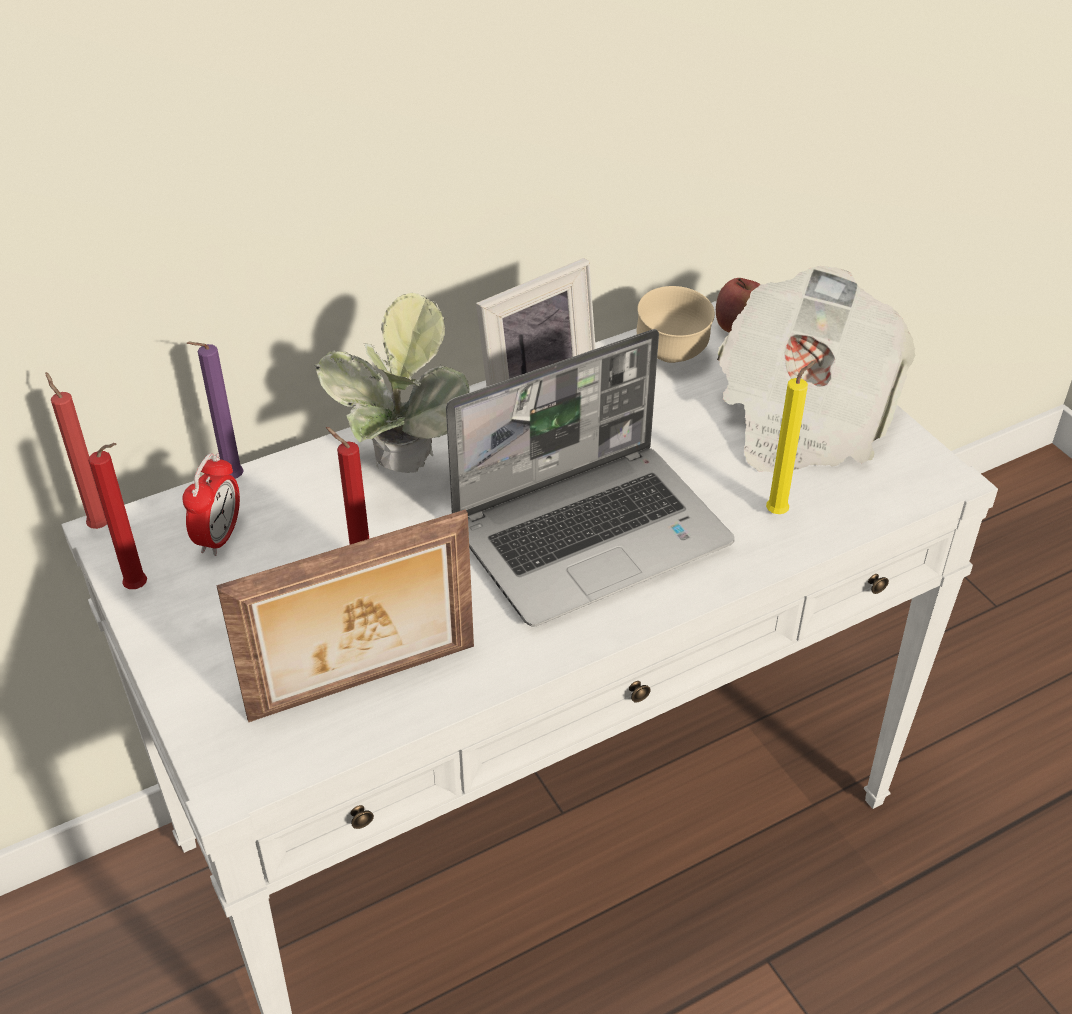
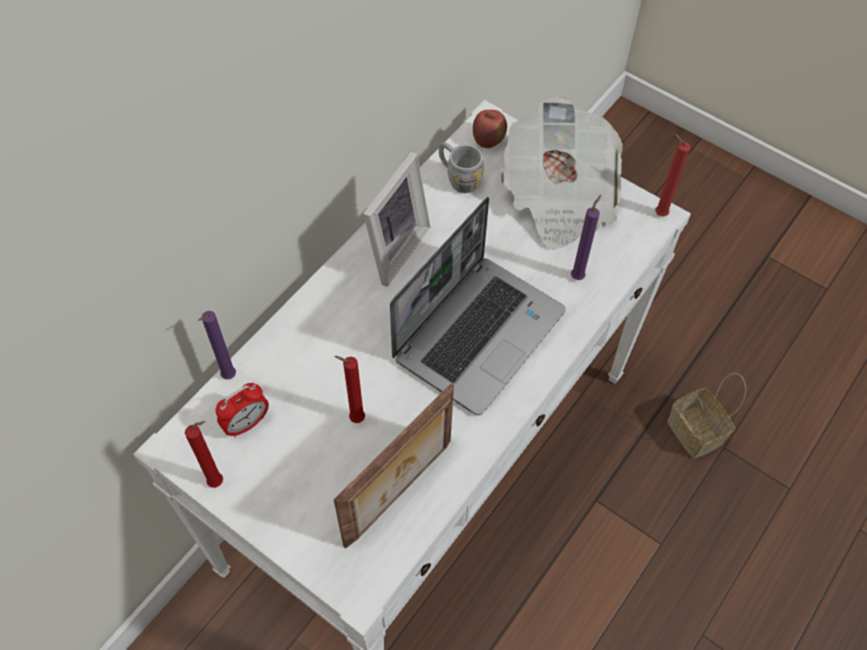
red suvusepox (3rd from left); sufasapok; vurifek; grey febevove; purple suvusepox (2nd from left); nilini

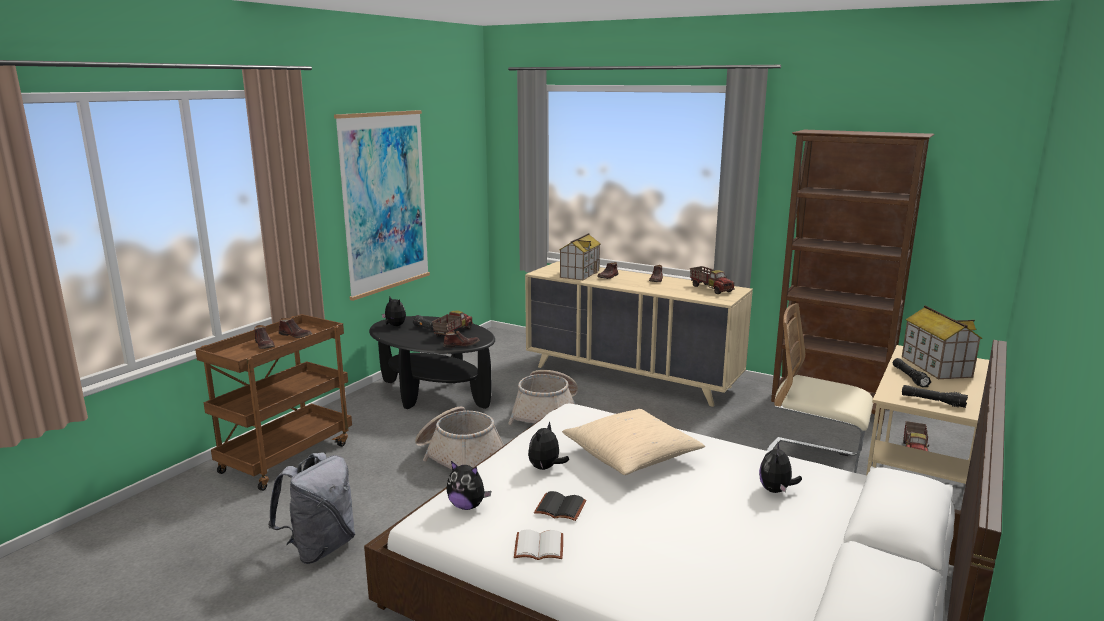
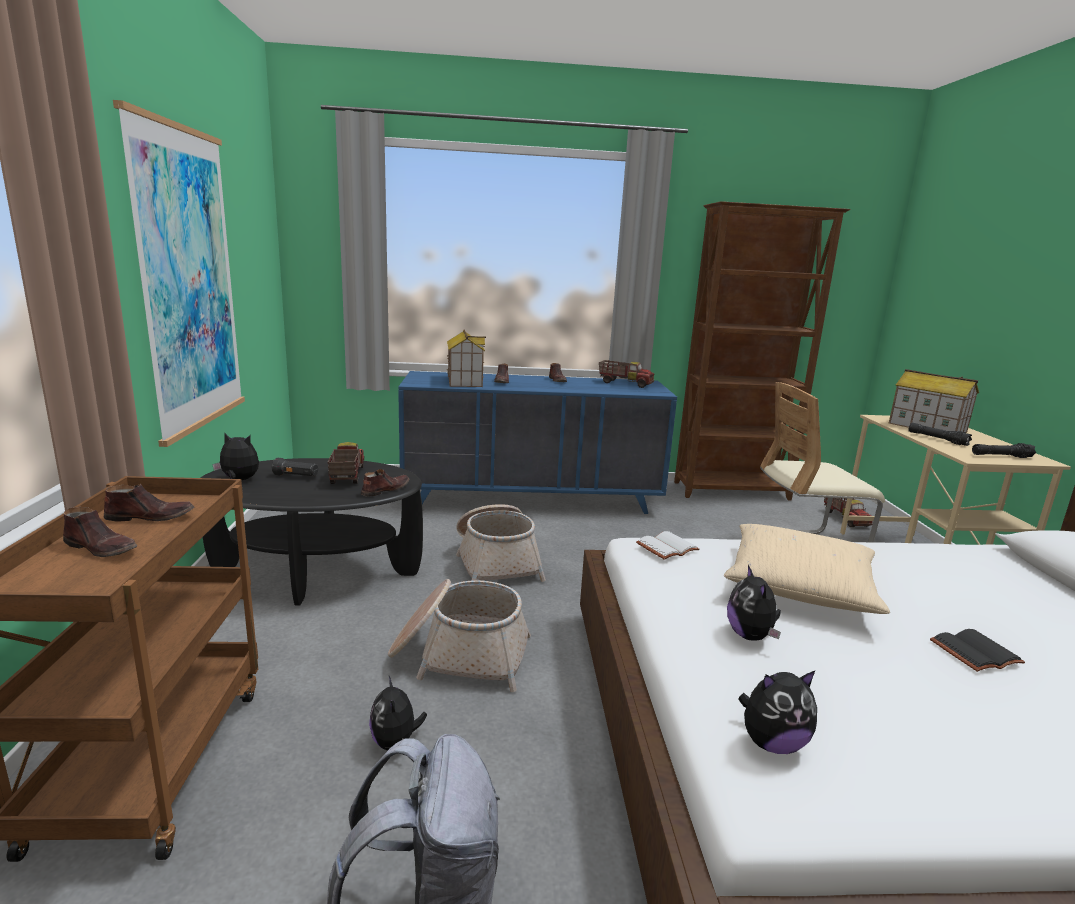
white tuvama; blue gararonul; black tuvama; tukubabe (2nd from left)

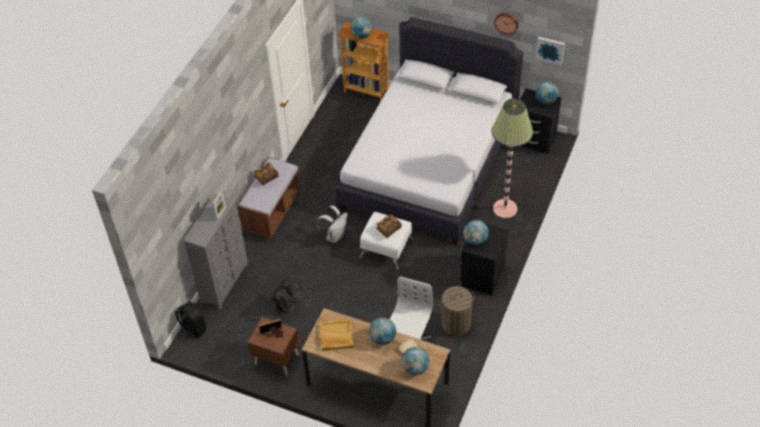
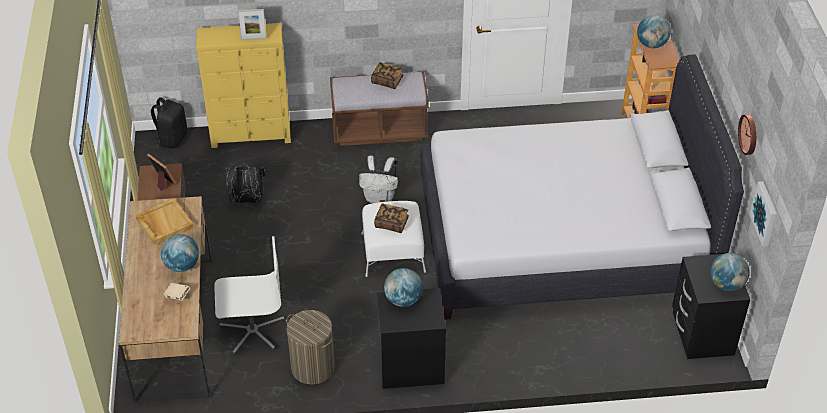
yellow gararonul; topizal (3rd from left in the first image); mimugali

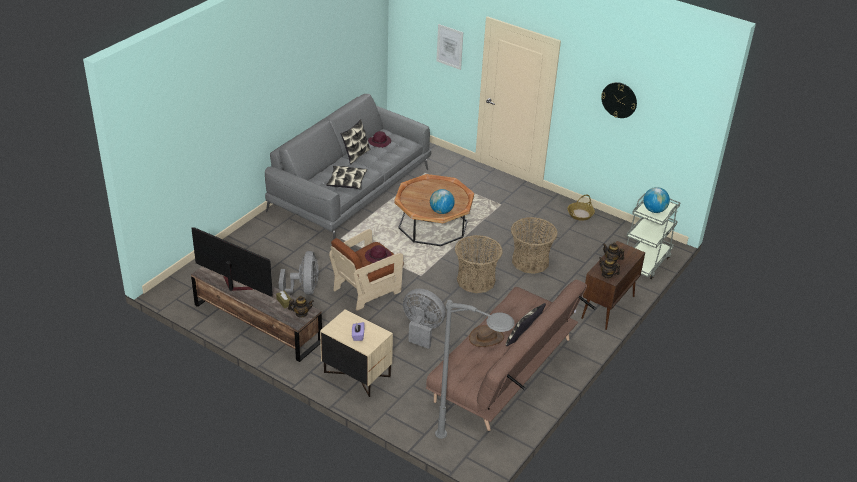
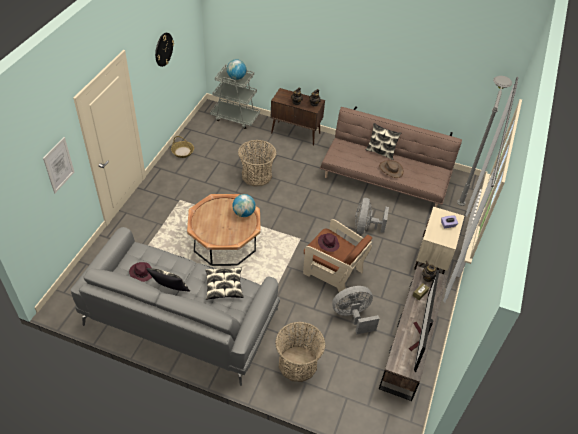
nilini (3rd from left)

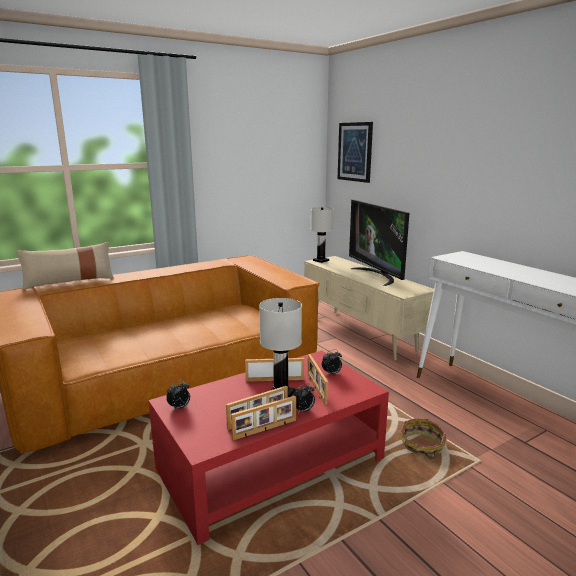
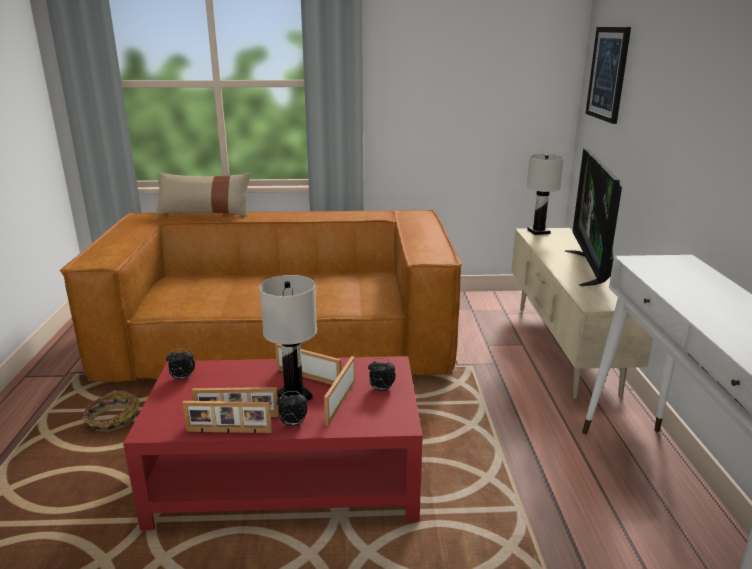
nilini

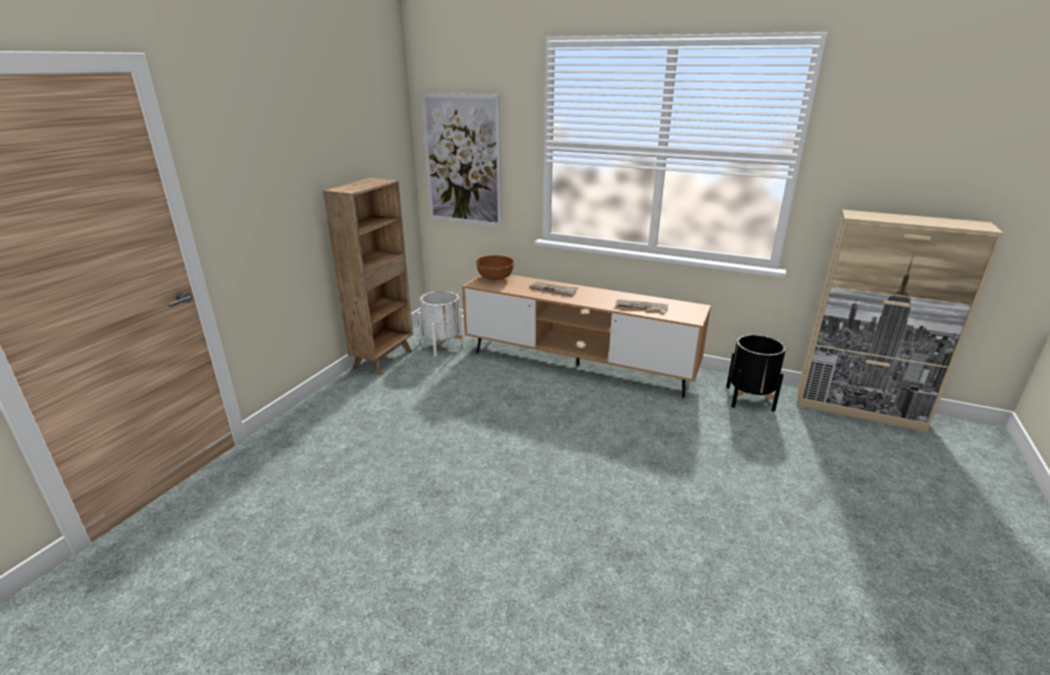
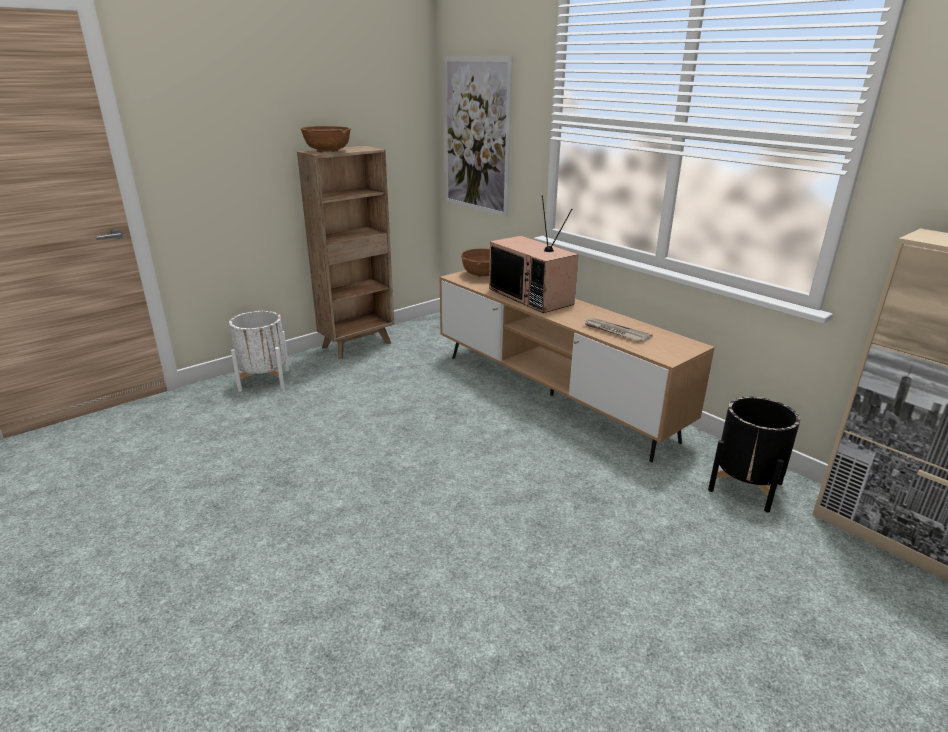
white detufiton; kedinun; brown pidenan (1st from left)

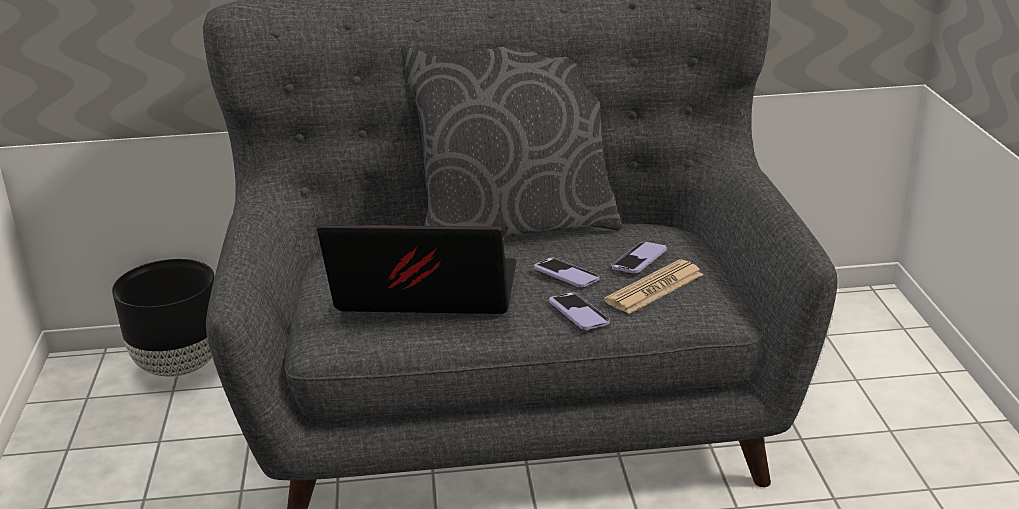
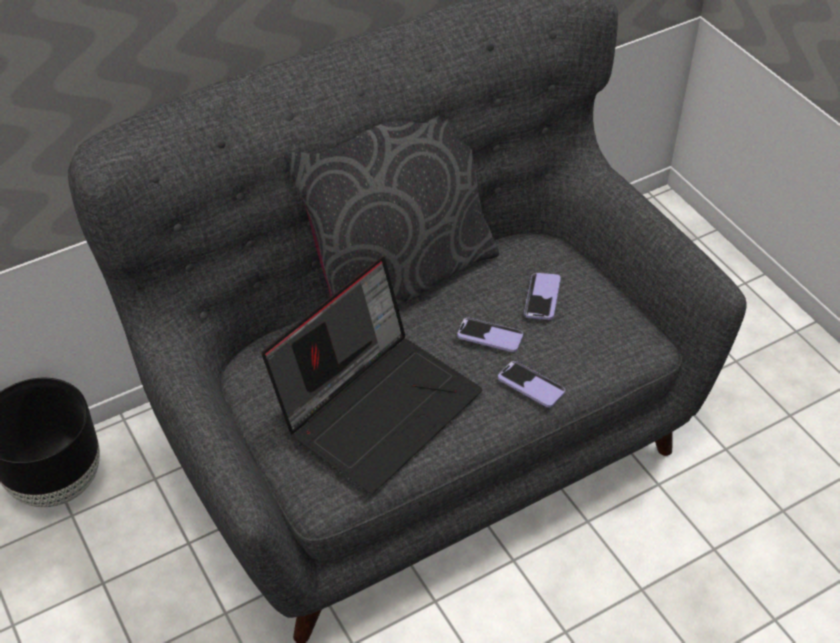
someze; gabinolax

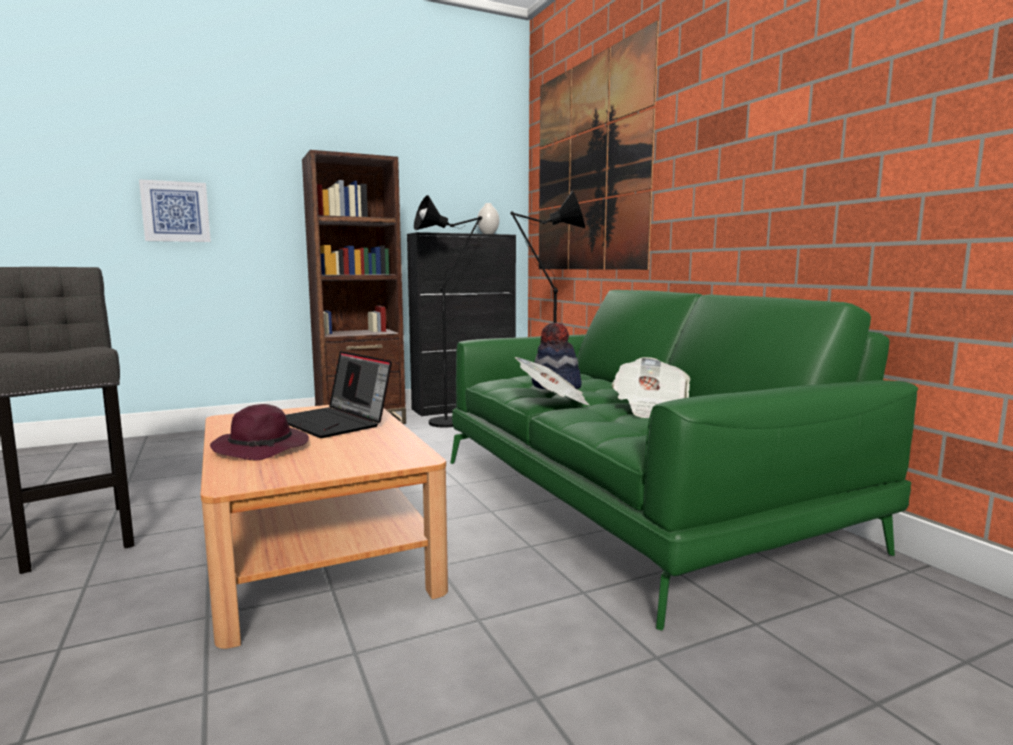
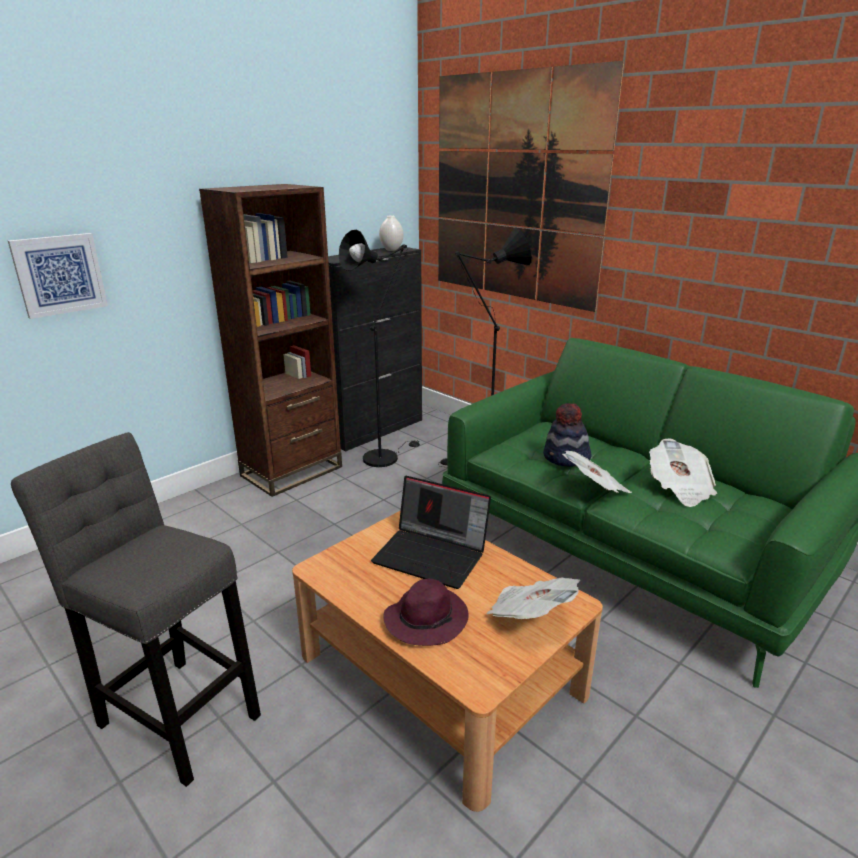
gabinolax (1st from left)

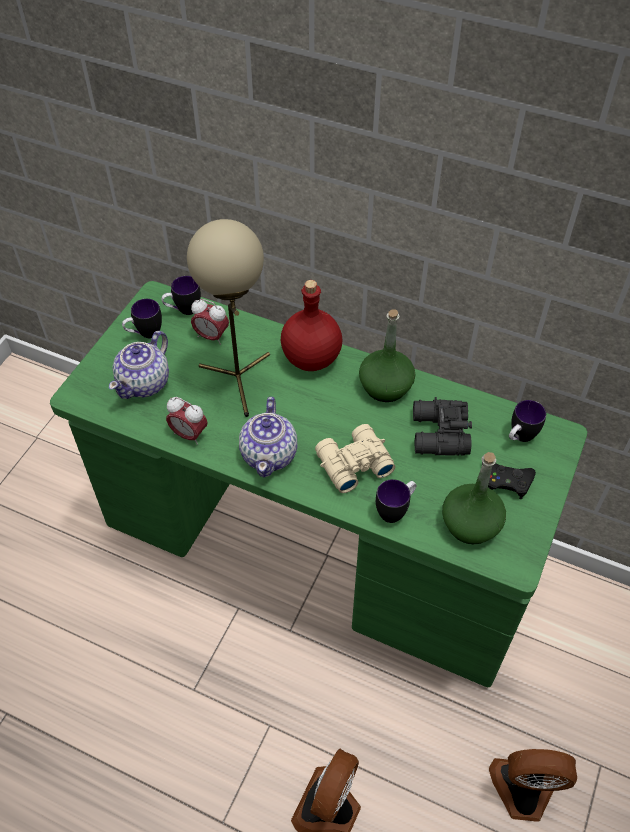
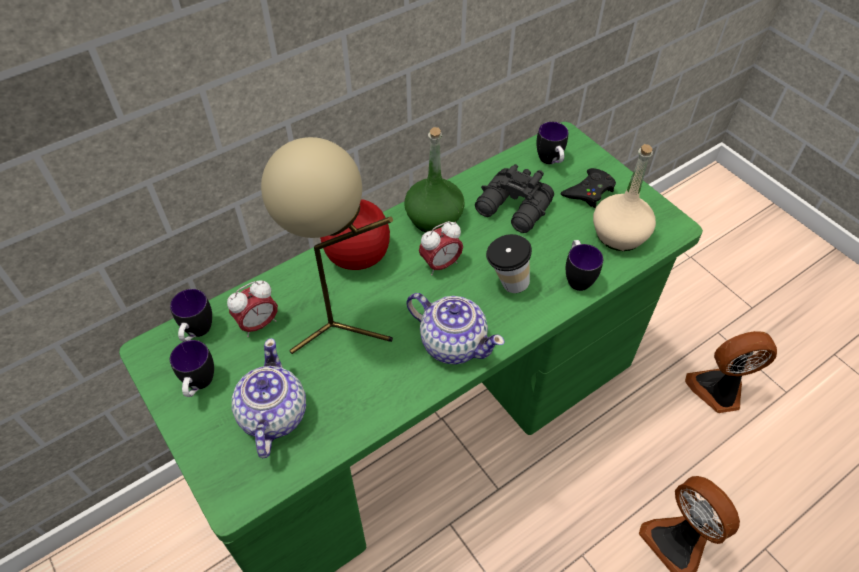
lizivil (1st from left); sufasapok (2nd from left); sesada; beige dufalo; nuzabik (2nd from left)

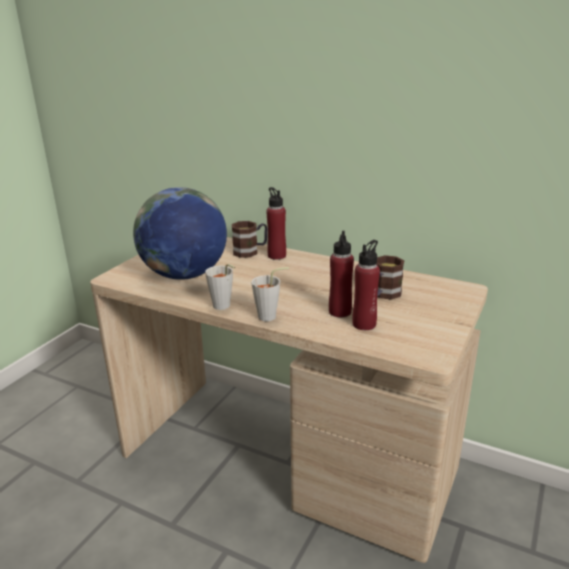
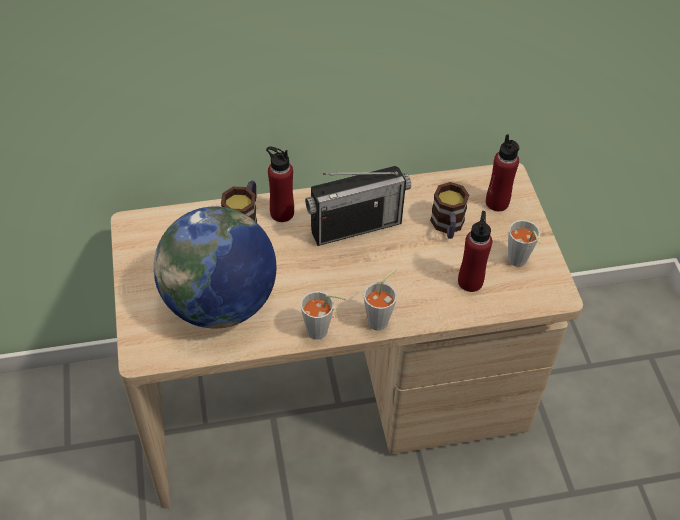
red dufalo (3rd from left); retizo; grey sesada (3rd from left)

